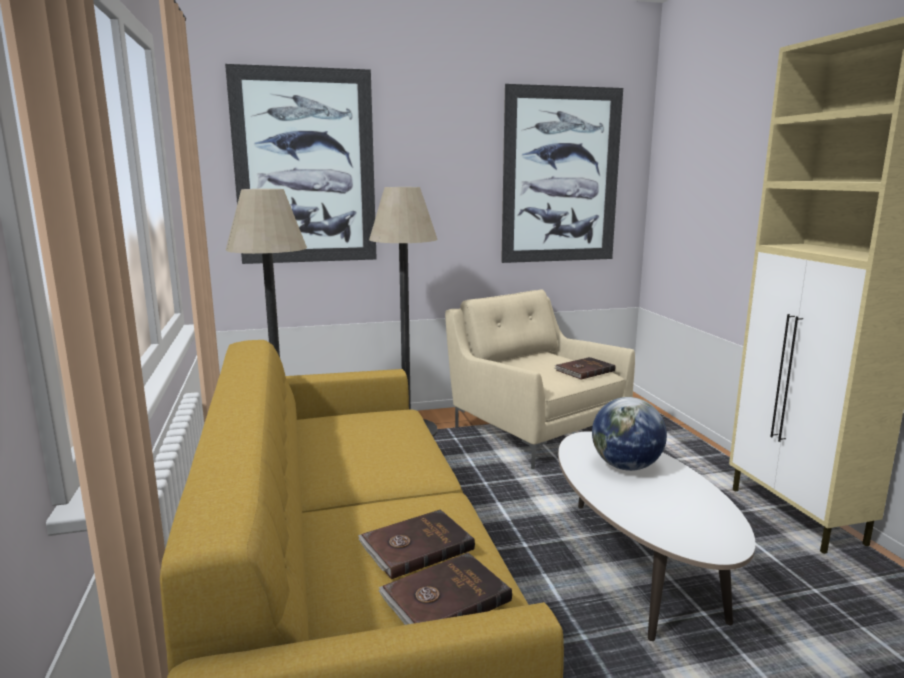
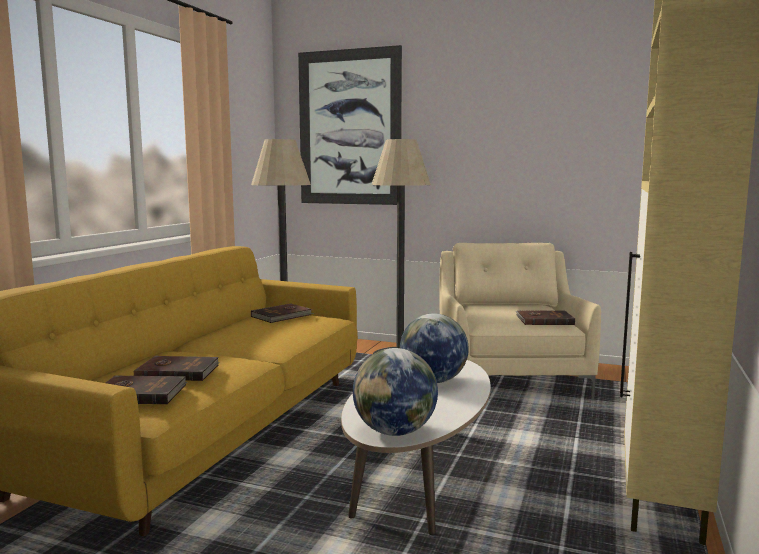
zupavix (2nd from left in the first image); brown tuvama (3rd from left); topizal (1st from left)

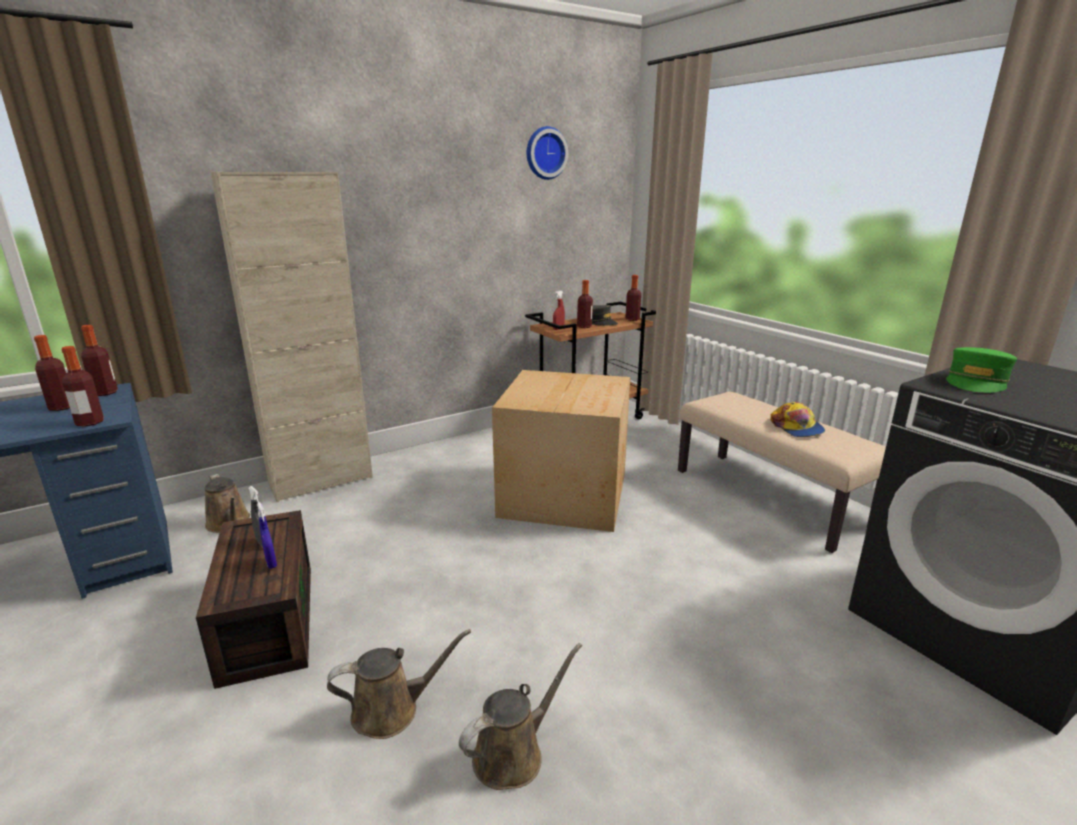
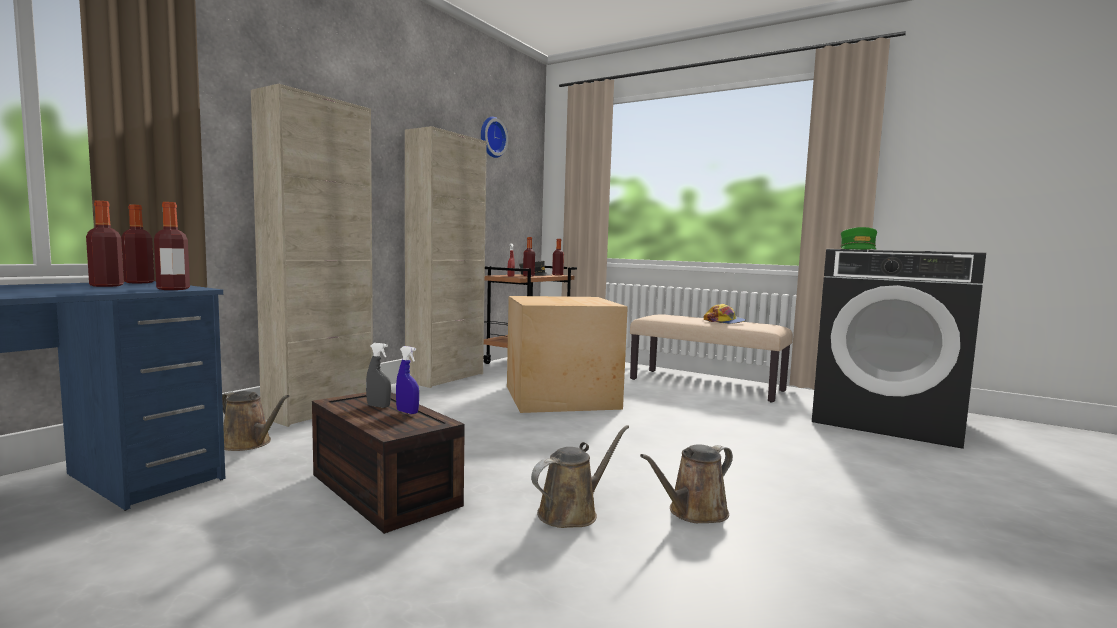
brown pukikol (3rd from left); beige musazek (2nd from left)

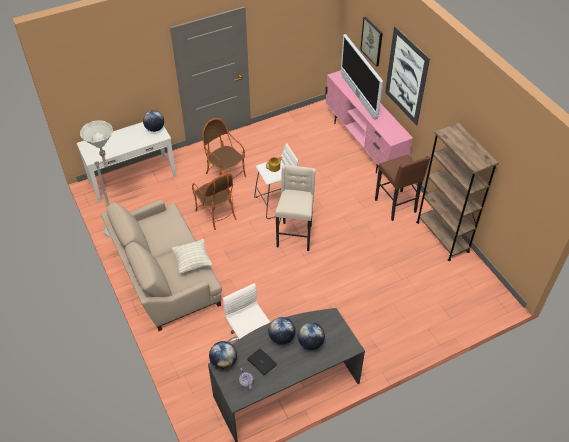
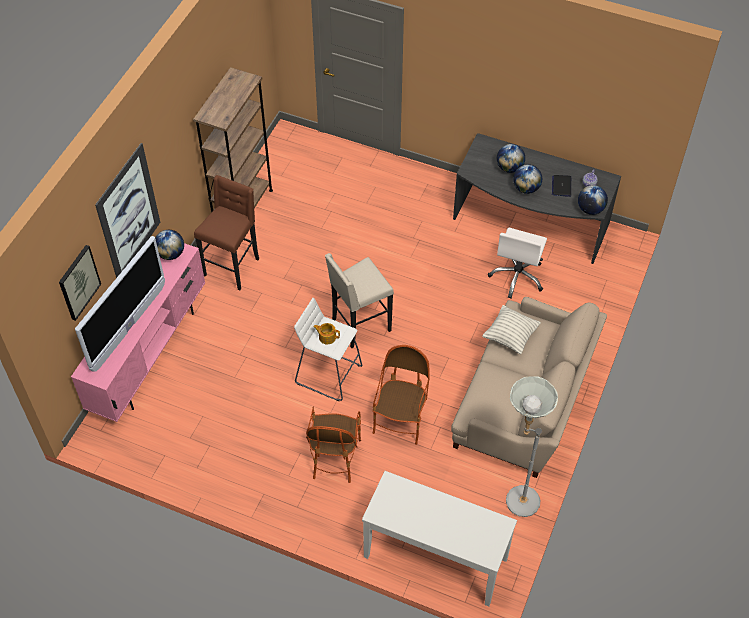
topizal (1st from left)

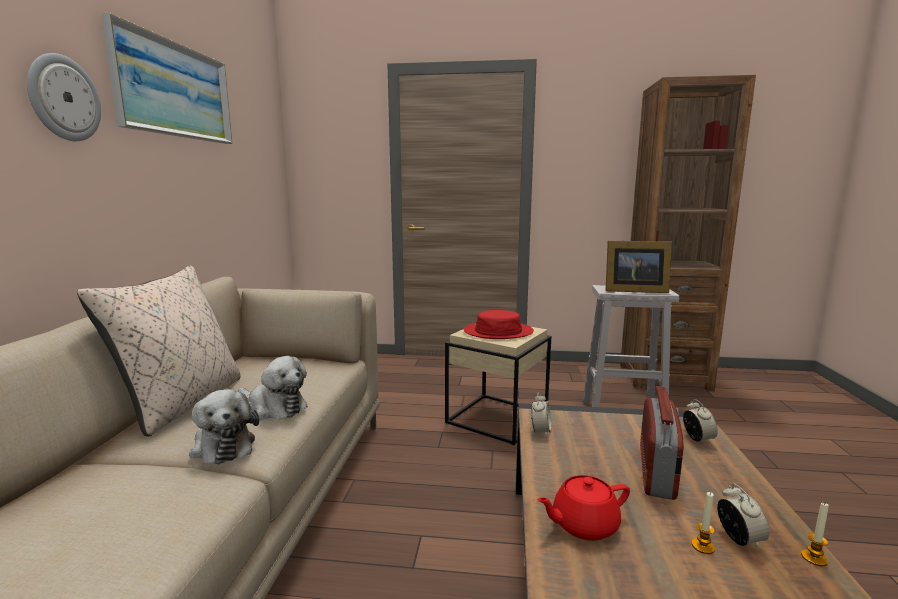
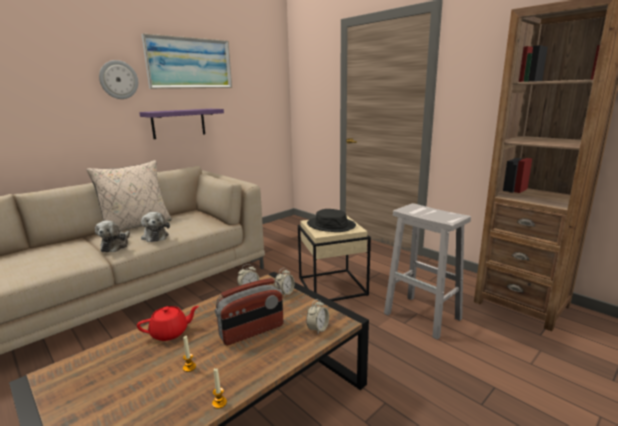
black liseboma; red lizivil; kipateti; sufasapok (2nd from left); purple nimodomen

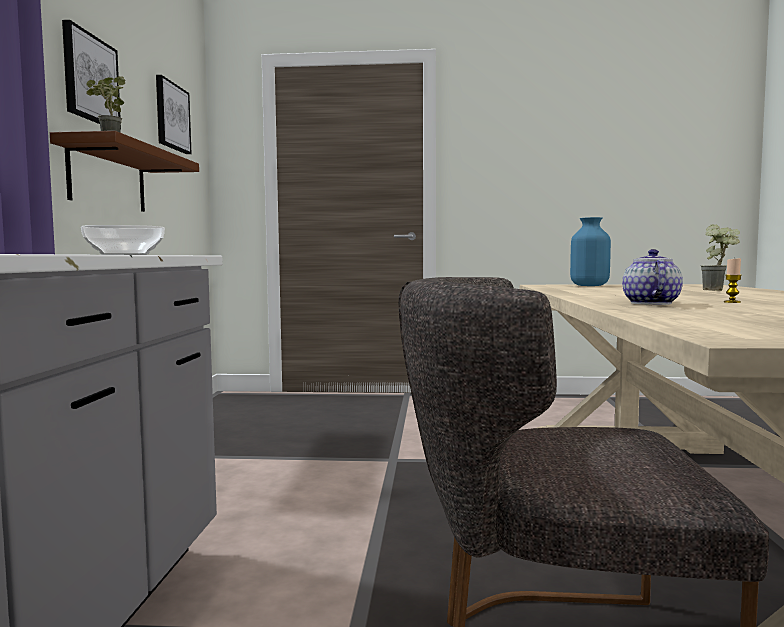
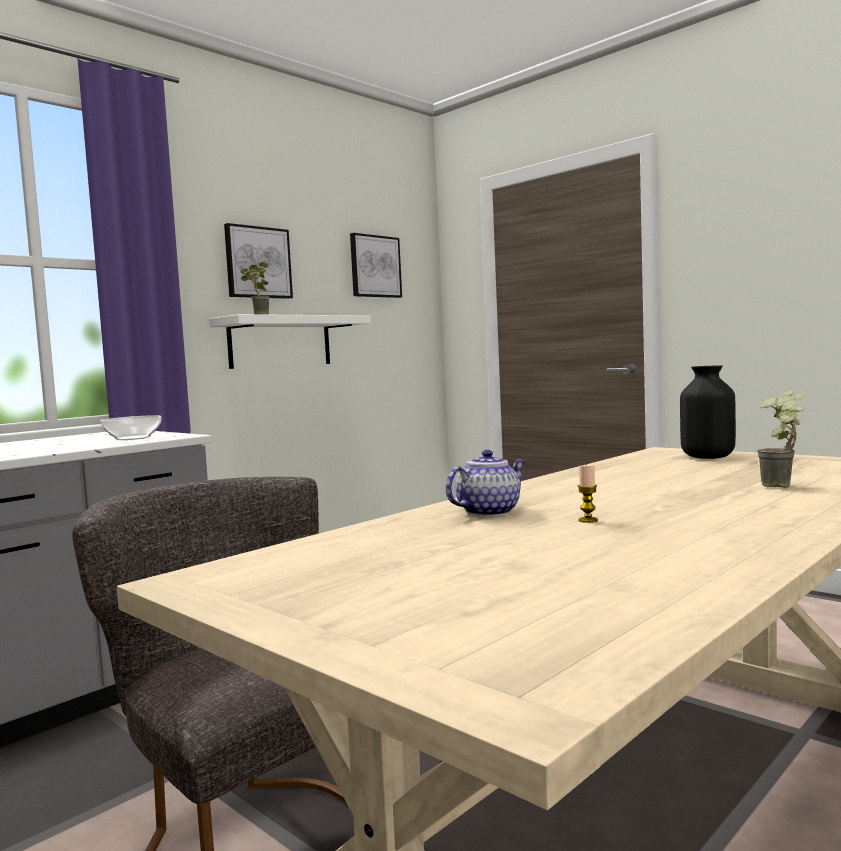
white nimodomen; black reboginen

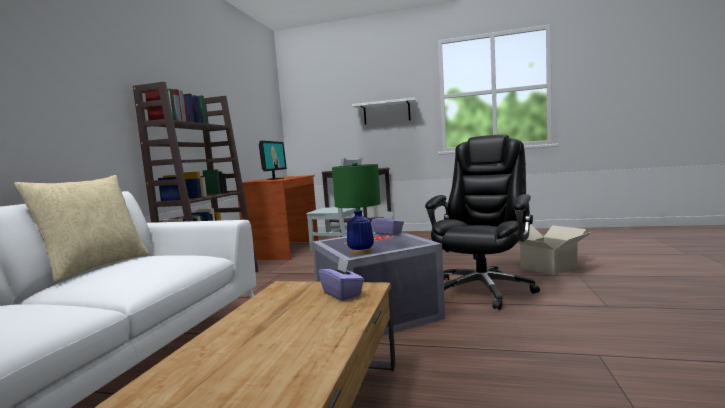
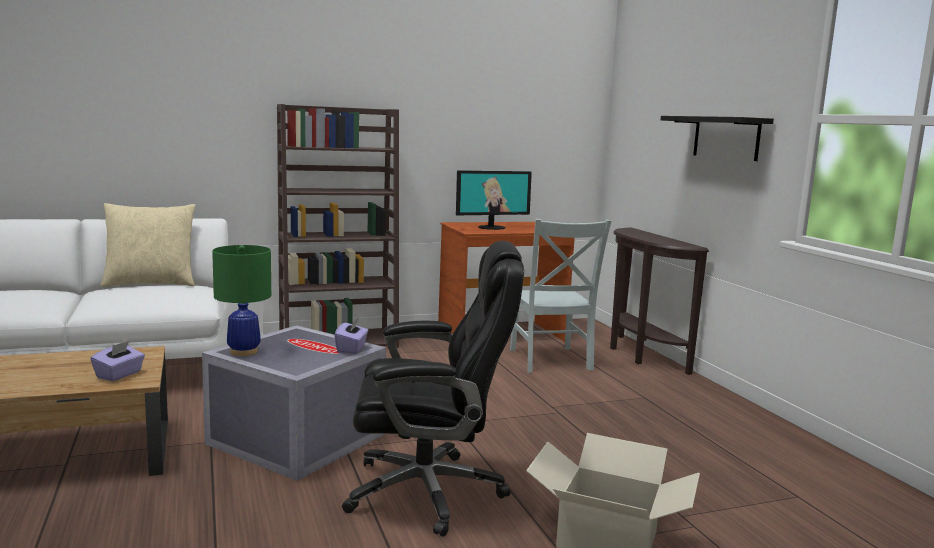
black nimodomen

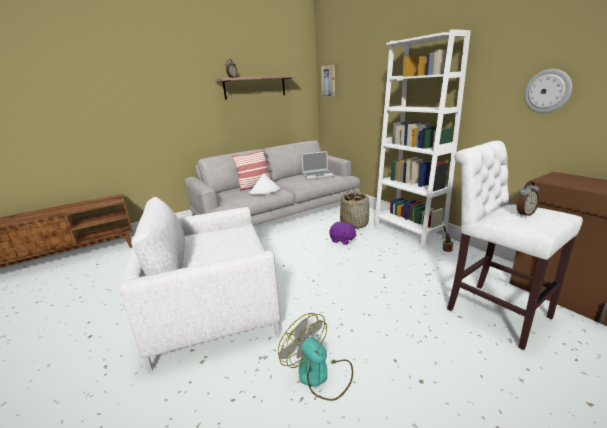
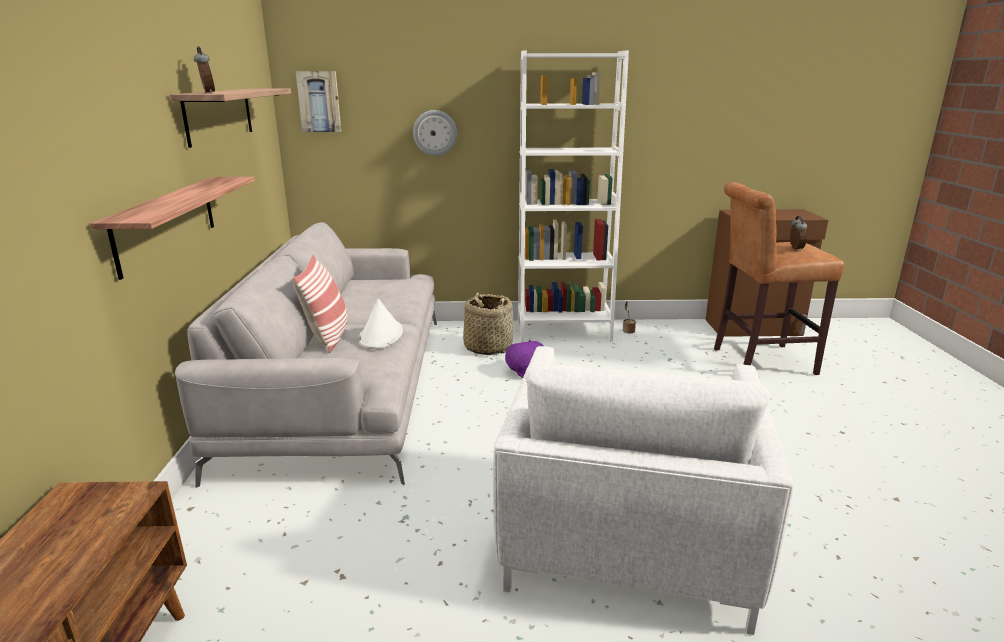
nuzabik; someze; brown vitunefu; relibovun; nimodomen (1st from left)

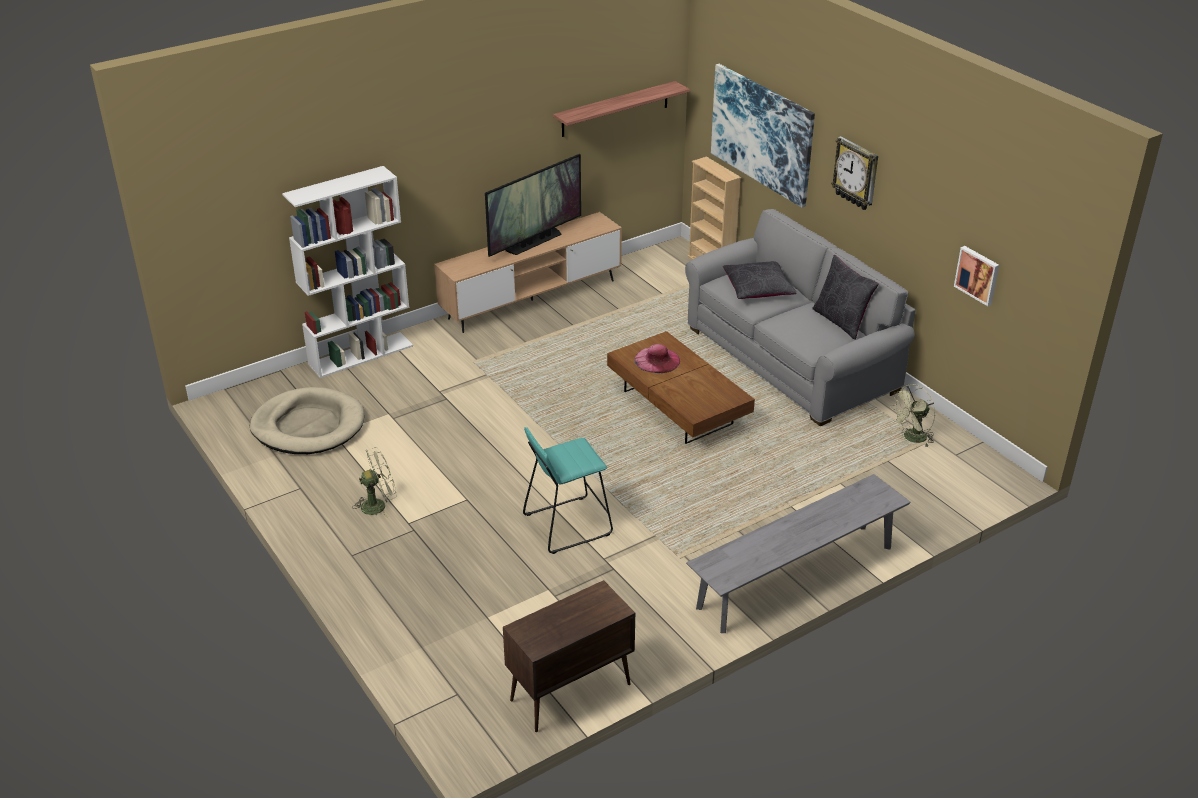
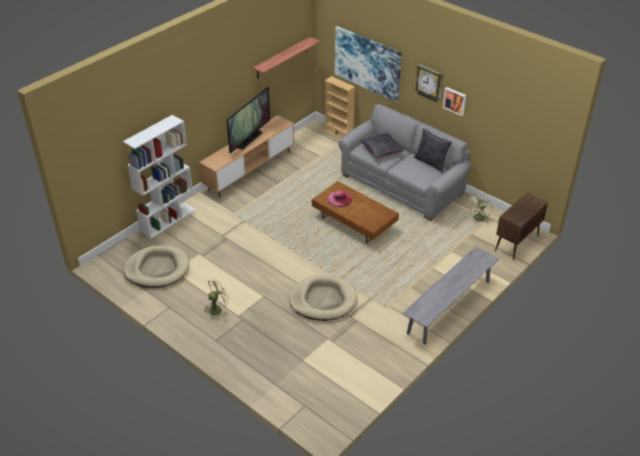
brown musazek; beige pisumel (2nd from left); zupavix (2nd from left)

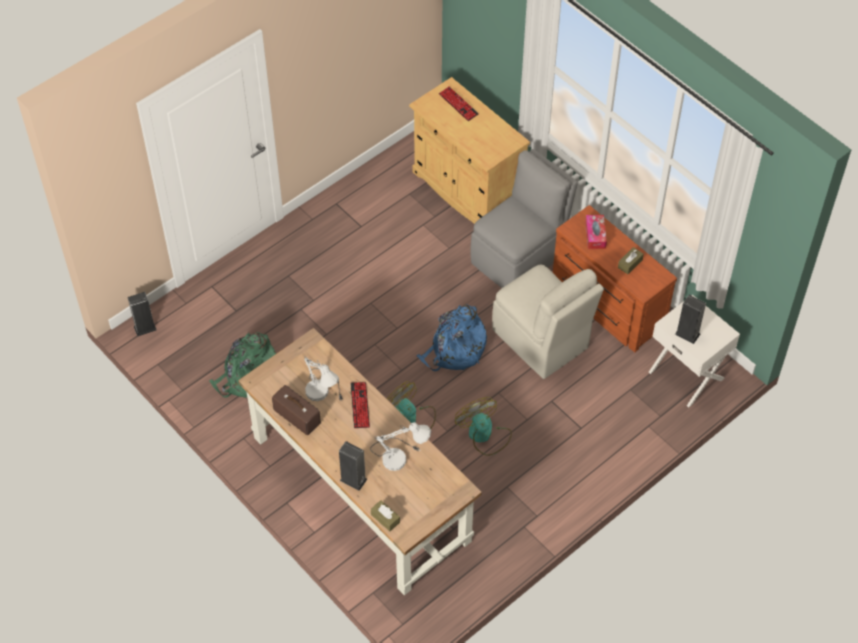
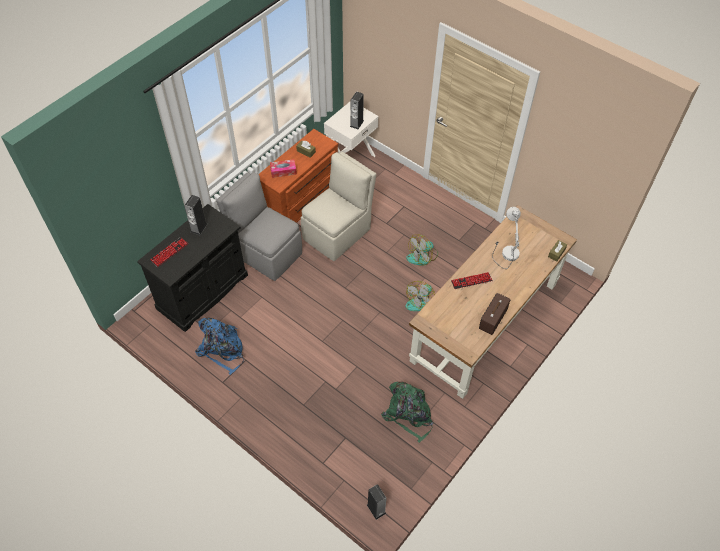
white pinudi (1st from left in the first image); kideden (1st from left); black musazek; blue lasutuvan

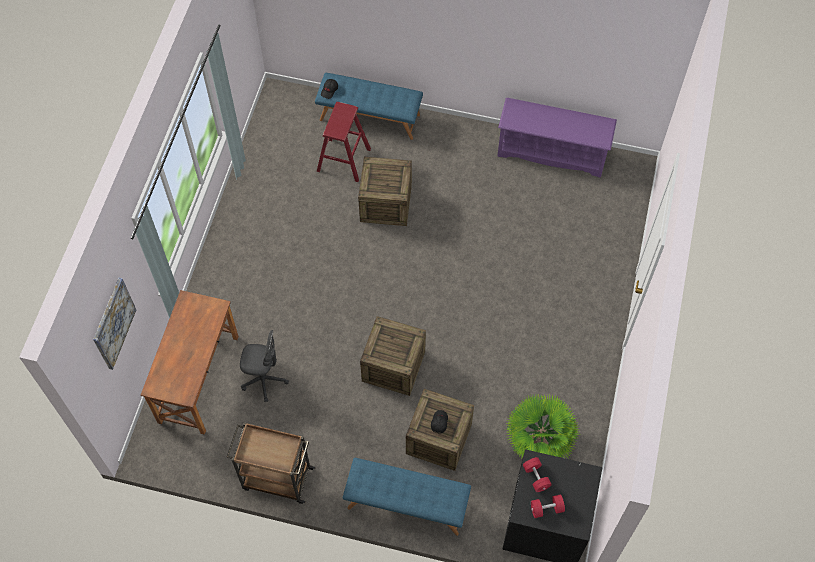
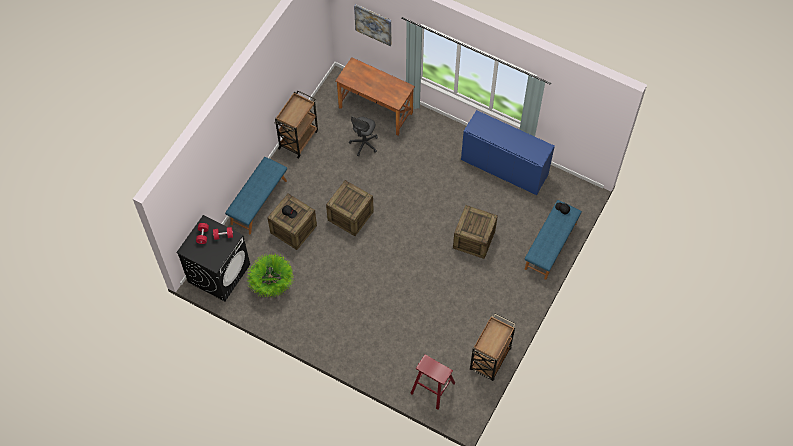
red vitunefu; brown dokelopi (2nd from left); blue musazek

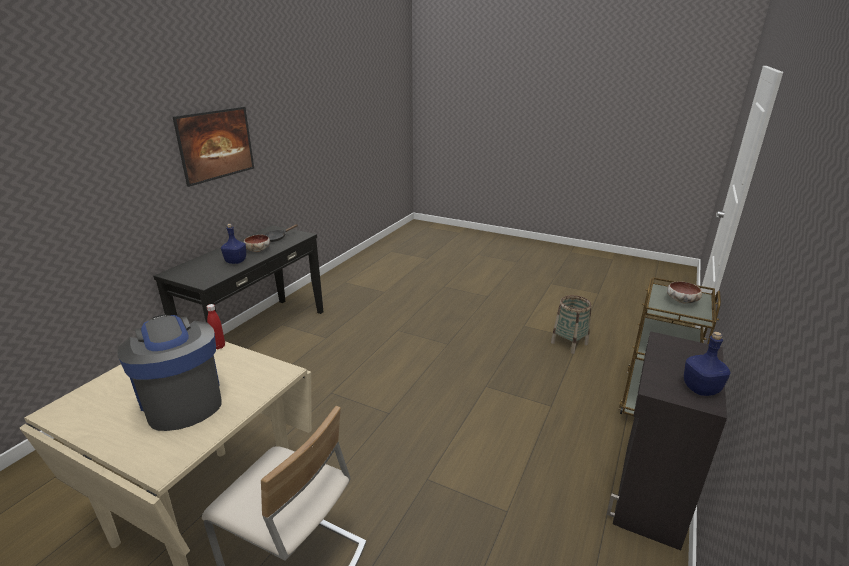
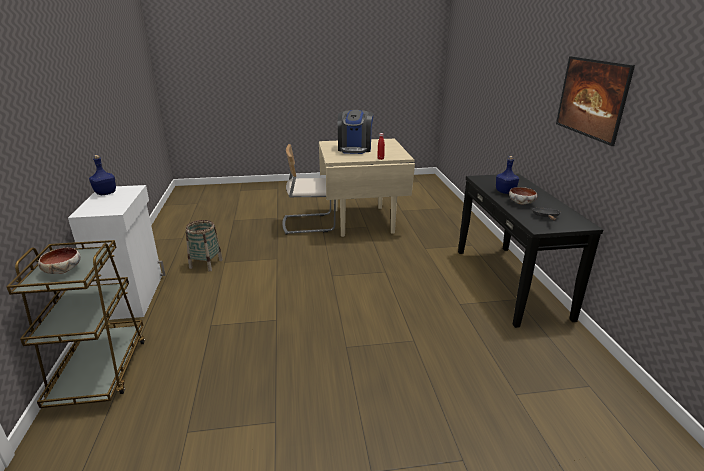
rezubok; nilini; white musazek

